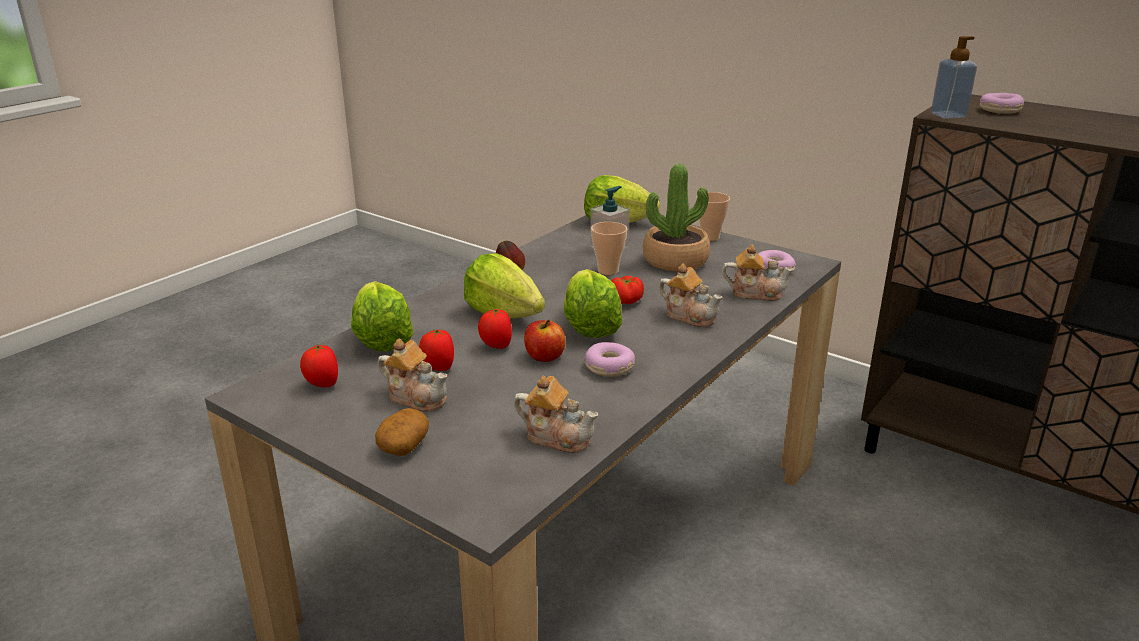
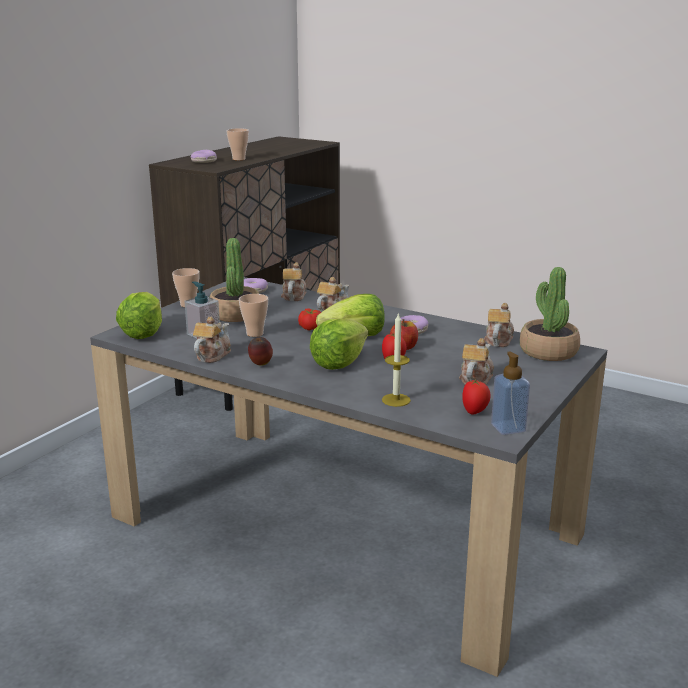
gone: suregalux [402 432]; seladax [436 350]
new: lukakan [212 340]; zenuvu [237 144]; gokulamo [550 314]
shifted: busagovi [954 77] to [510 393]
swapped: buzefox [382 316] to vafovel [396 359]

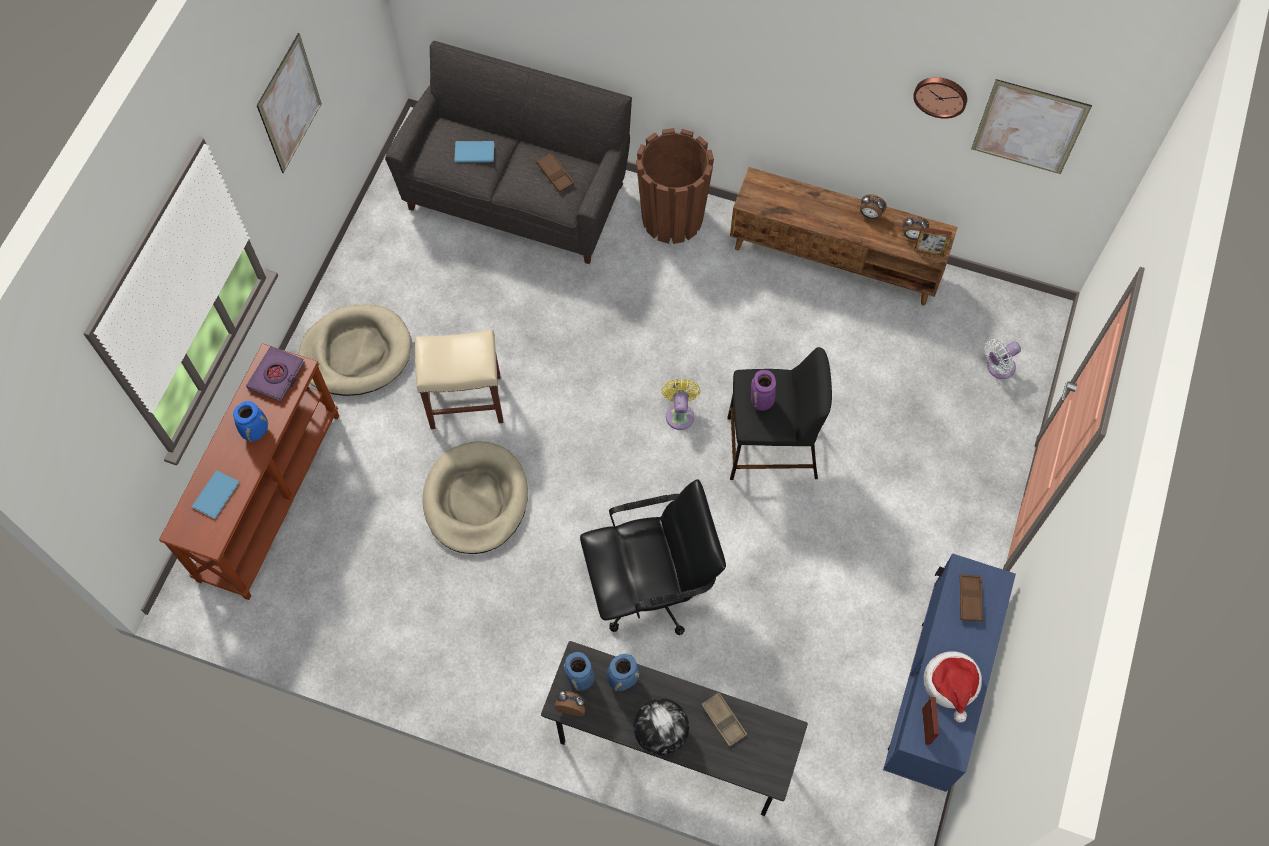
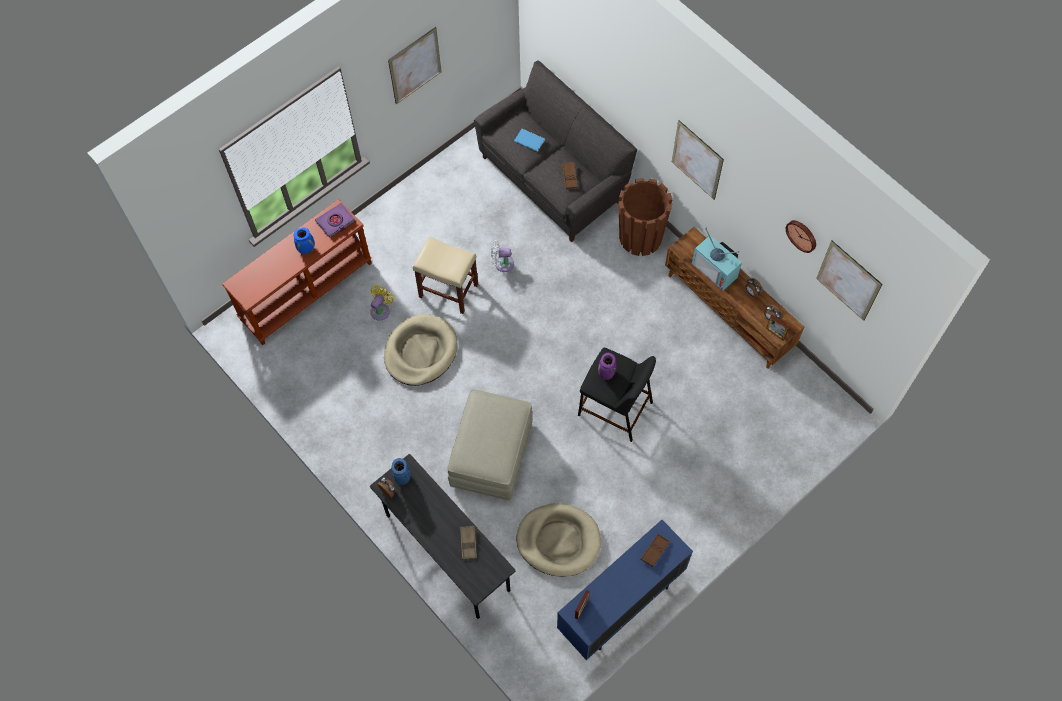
gone: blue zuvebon [215 494]; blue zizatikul [623 672]; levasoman [661 726]; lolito [953 687]
new: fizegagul [698 160]; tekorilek [717 259]
shifted: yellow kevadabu [681 404] to [382 303]; white kevadabu [1002 359] to [502 256]; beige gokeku [355 350] to [559 540]
swapped: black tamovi [653 557] to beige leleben [490 445]

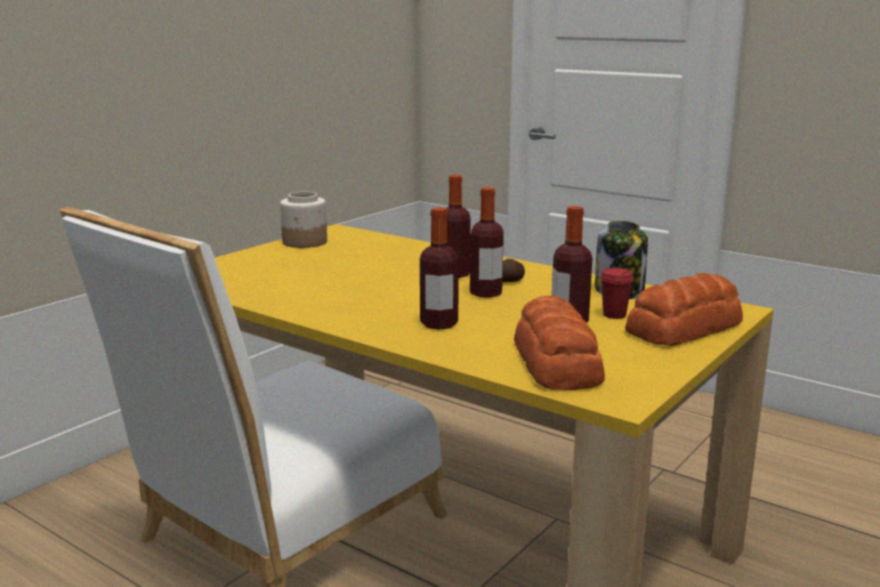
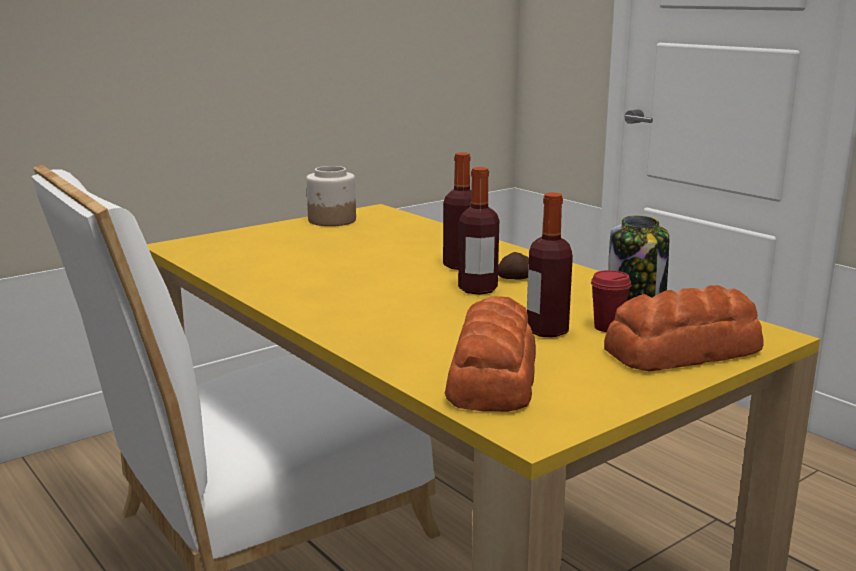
gone: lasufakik [439 268]

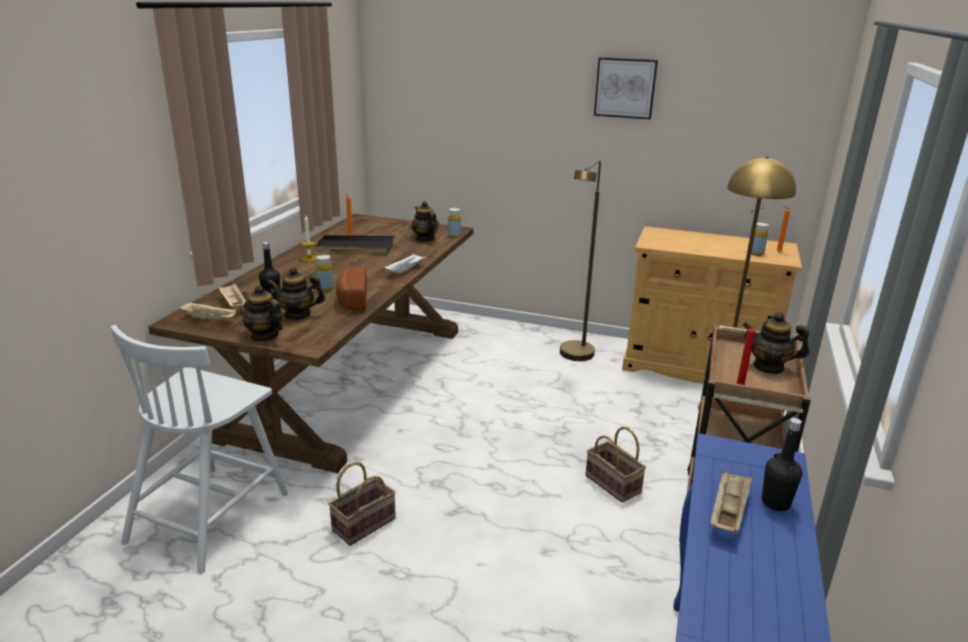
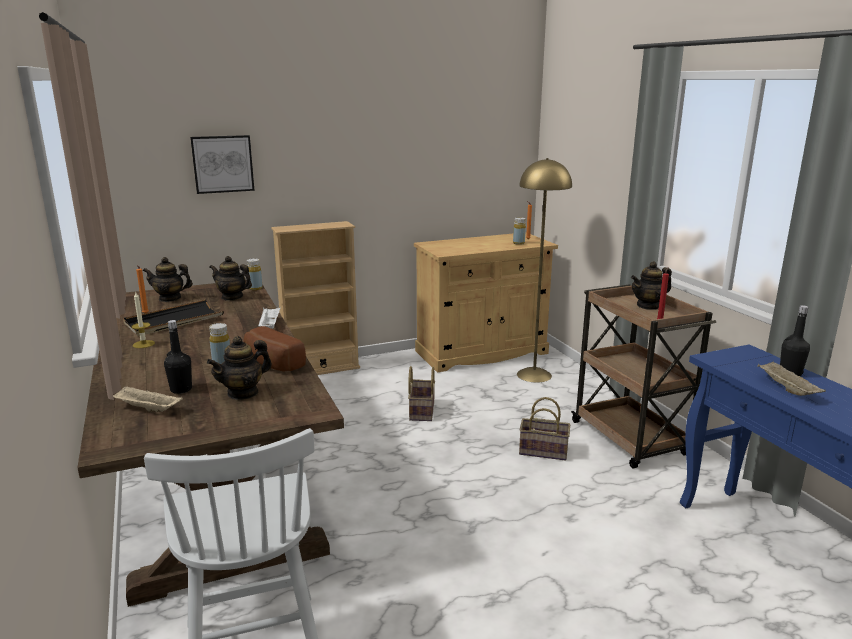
gone: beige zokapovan [208 311]; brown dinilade [580 260]
new: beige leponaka [315 298]
shifted: lukakan [262 313] to [168 279]; fizegagul [626 88] to [222 164]; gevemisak [362 504] to [421 393]

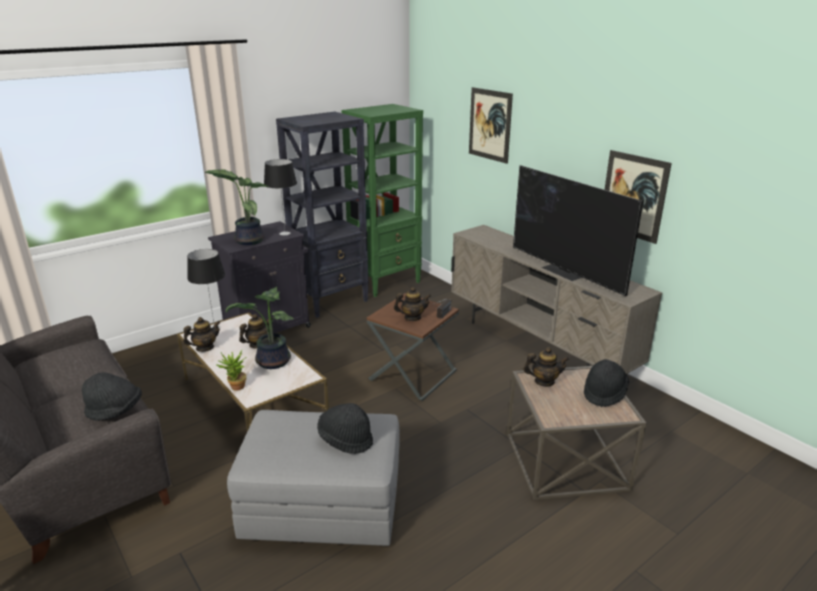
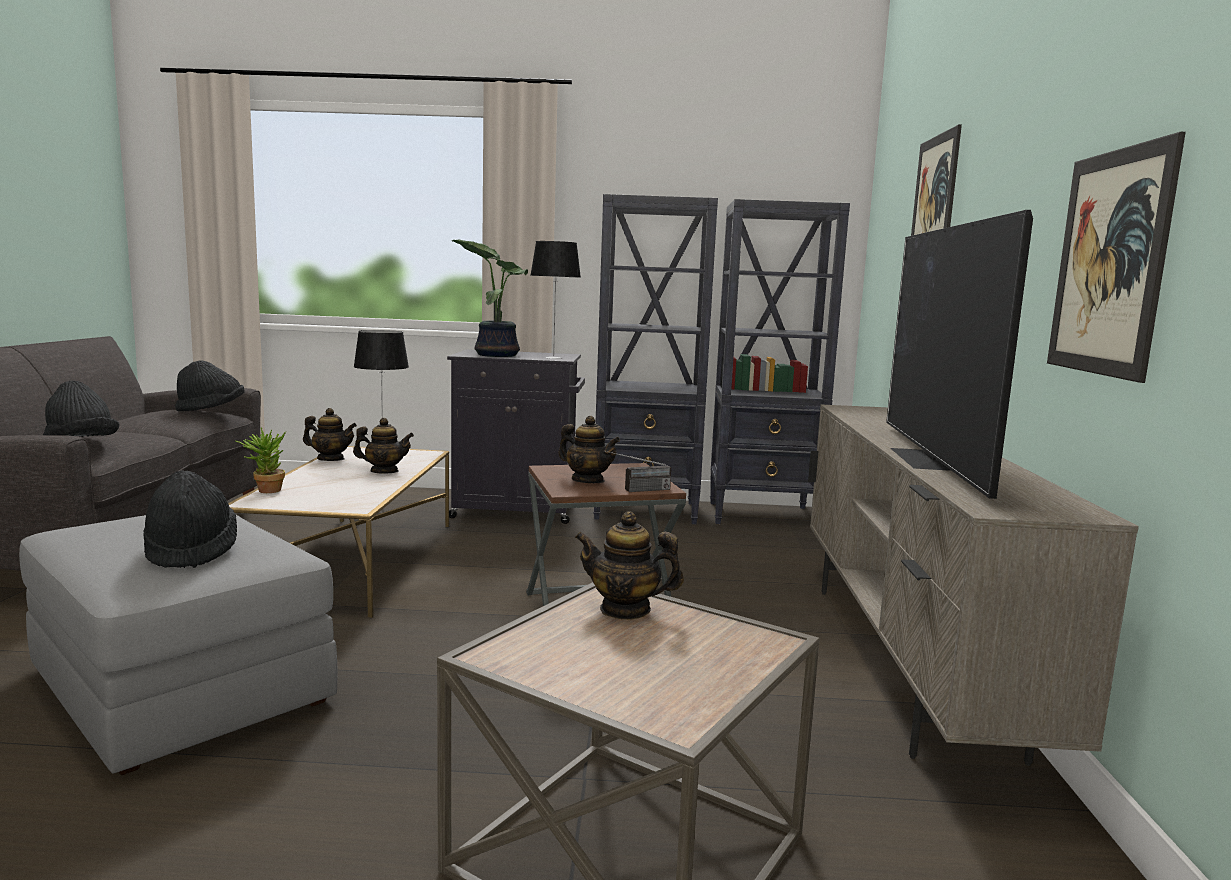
gone: gokulamo [260 328]
shifted: black lolito [606 383] to [209 385]
repainted: green leponaka [382 200] to black leponaka [780 361]
rotated: lukakan [546 367] = [629 565] 150 degrees clockwise

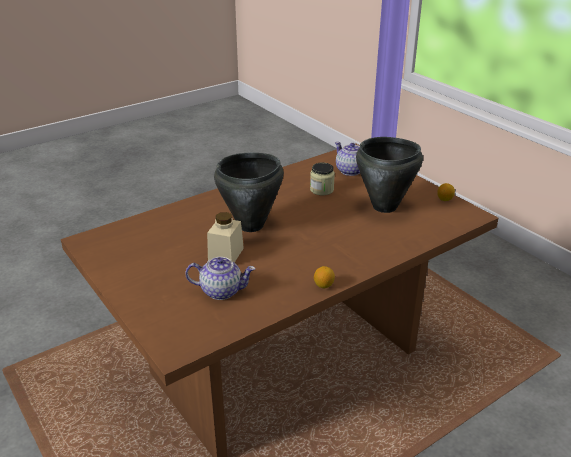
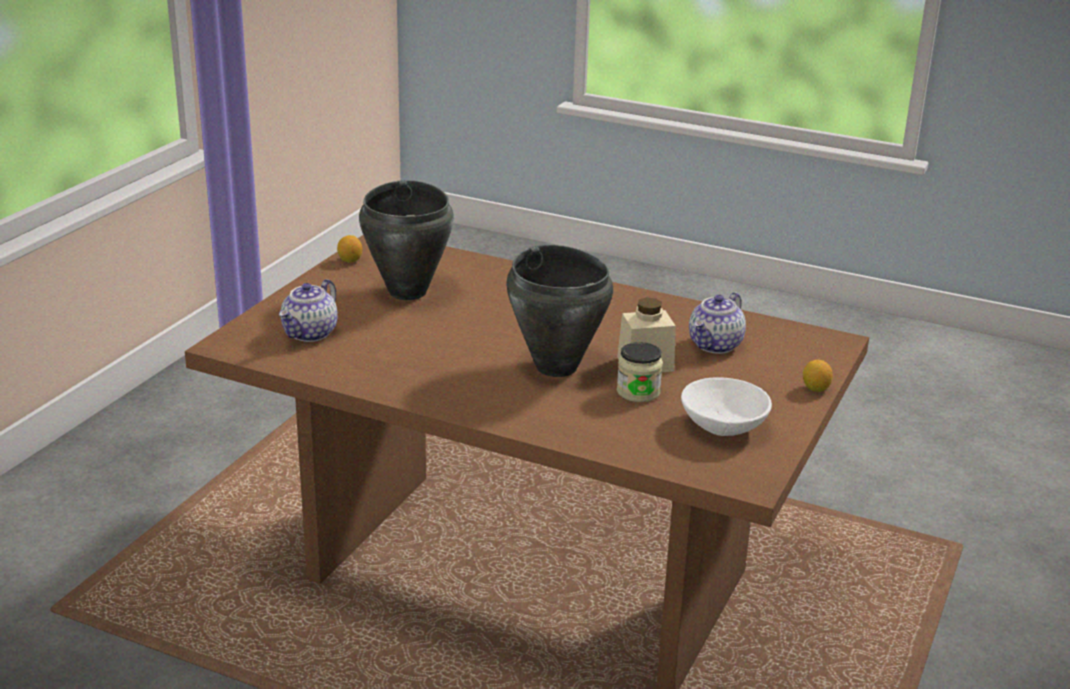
new: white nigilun [726 406]
shifted: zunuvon [322 178] to [640 372]; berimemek [324 277] to [818 376]
rotated: lukakan [220 278] = [717 323] 120 degrees counterclockwise

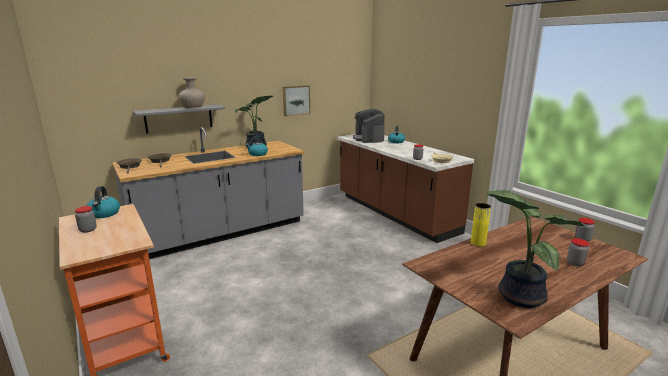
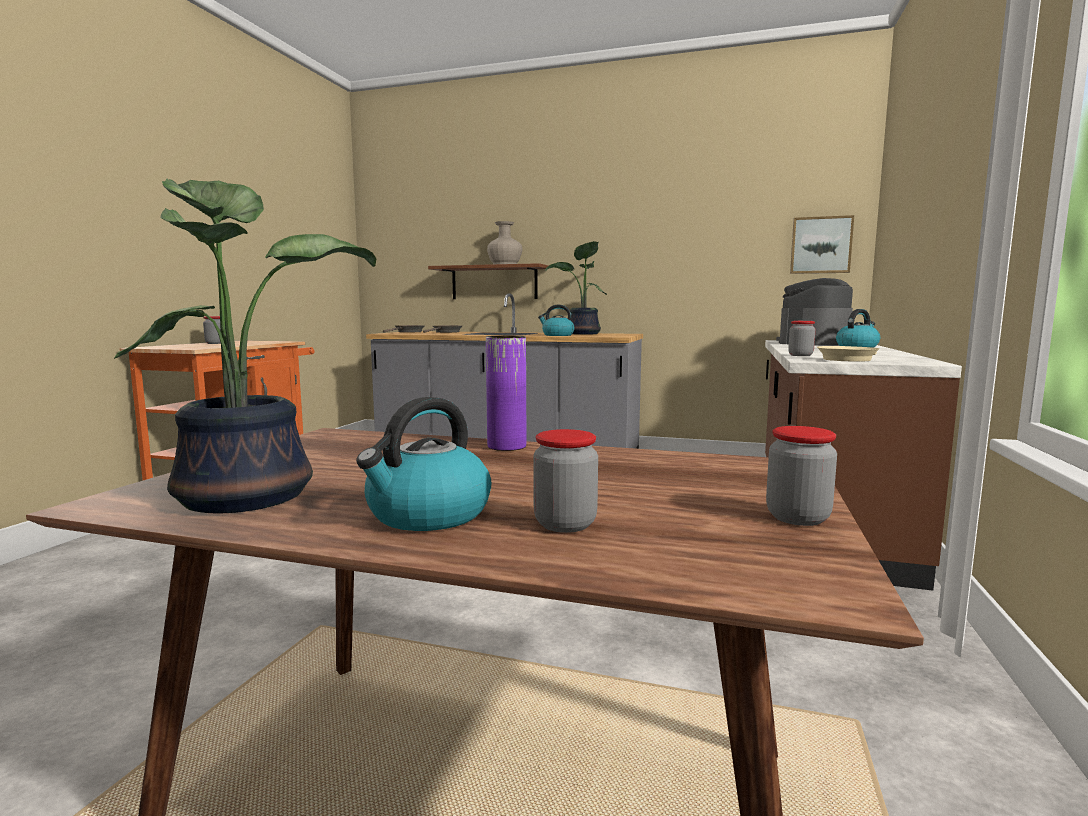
shifted: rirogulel [103 202] to [423 464]; fizegagul [296 101] to [822 244]
repainted: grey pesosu [179 119] to brown pesosu [488 281]; yellow zizatikul [481 225] to purple zizatikul [506 393]

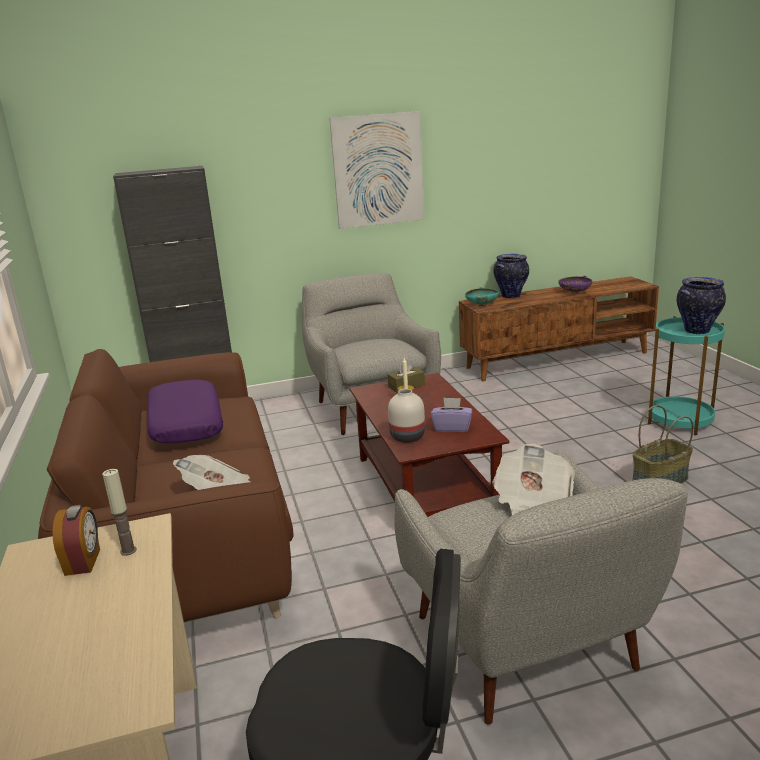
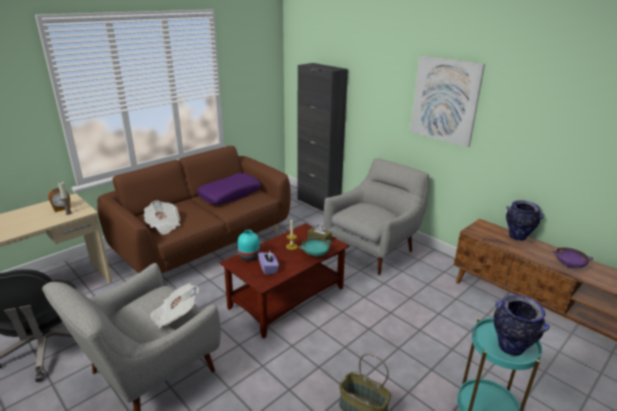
shifted: turquoise nigilun [482 296] to [315 247]
repainted: white zizatikul [406 416] to turquoise zizatikul [249 246]

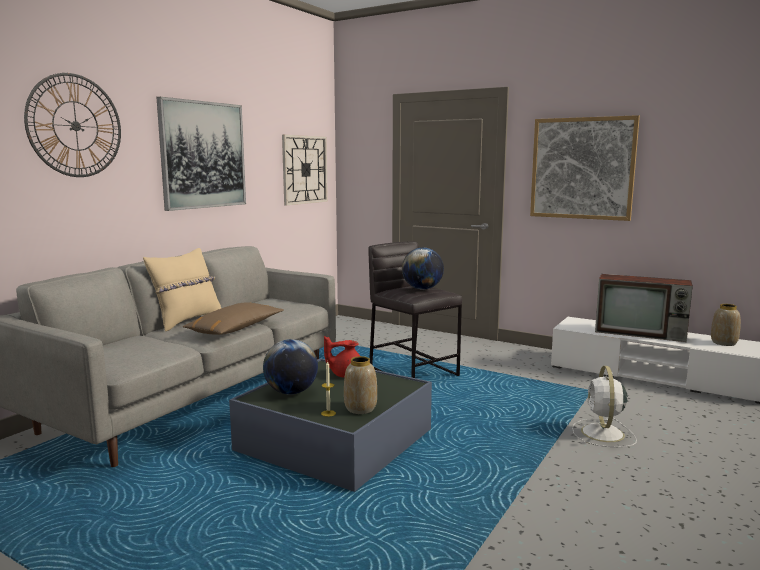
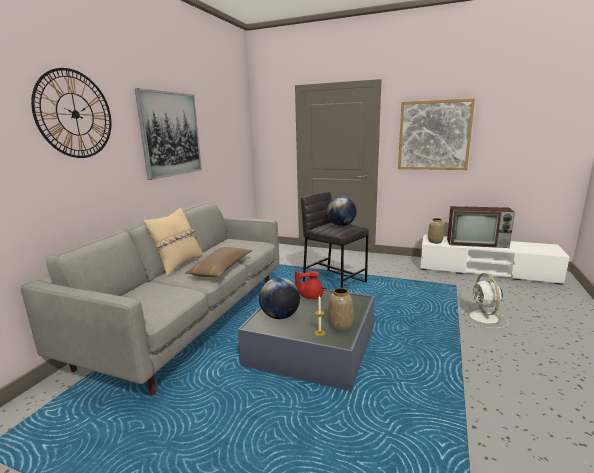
gone: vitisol [305 170]
shifted: zizatikul [726 325] to [436 230]

